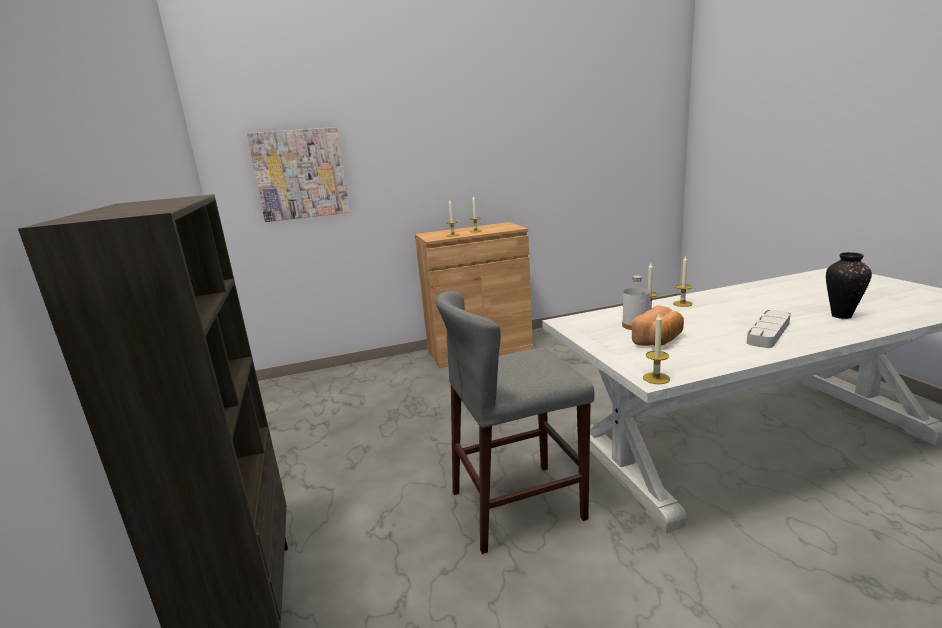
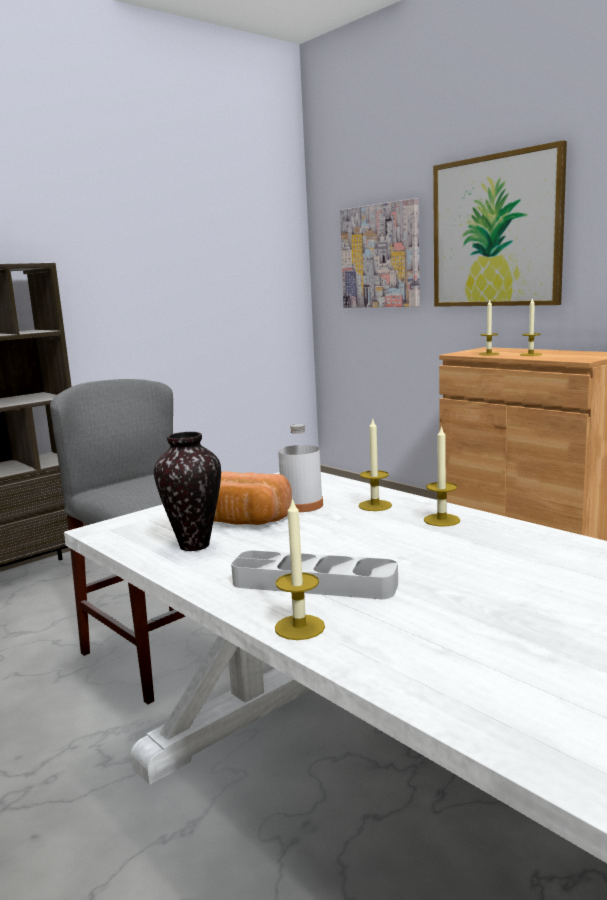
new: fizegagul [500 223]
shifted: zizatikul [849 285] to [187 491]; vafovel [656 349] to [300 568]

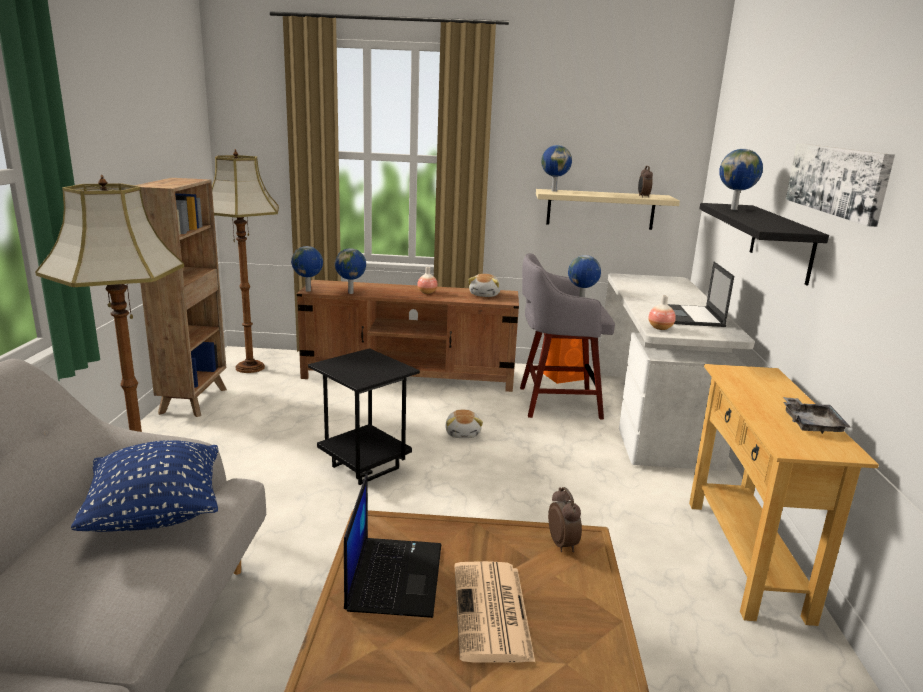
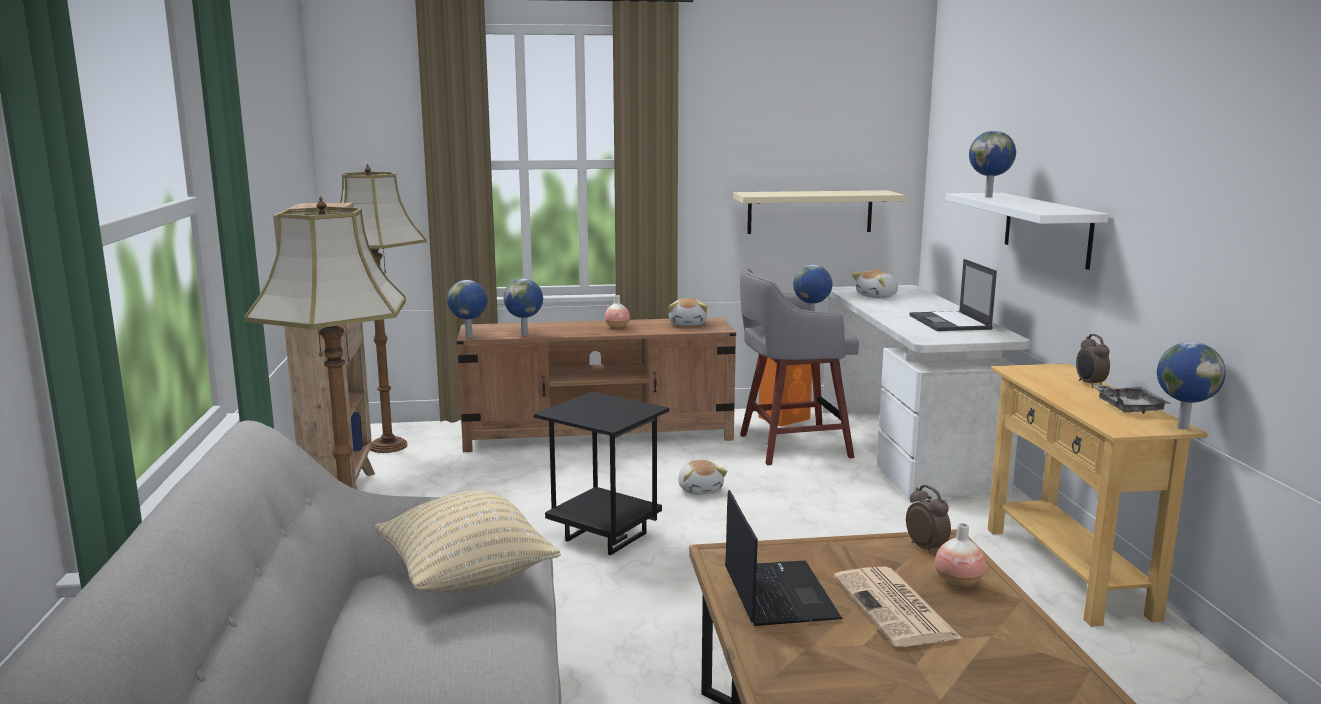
gone: fizegagul [840 185]
new: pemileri [875 284]
shifted: zizatikul [662 312] to [960 555]; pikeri [645 182] to [1093 361]; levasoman [556 168] to [1191 386]
repainted: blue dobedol [145 486] to beige dobedol [468 541]; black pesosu [764 244] to white pesosu [1026 231]

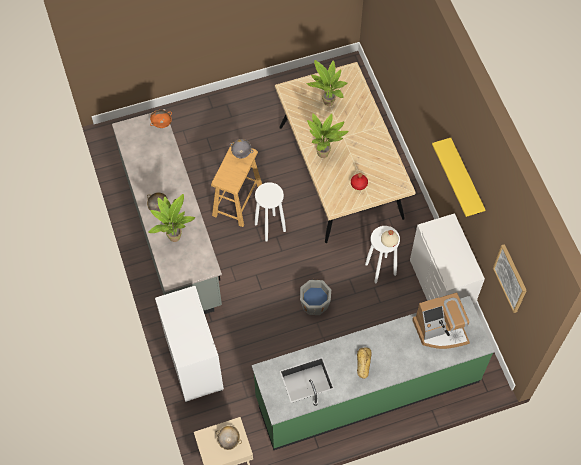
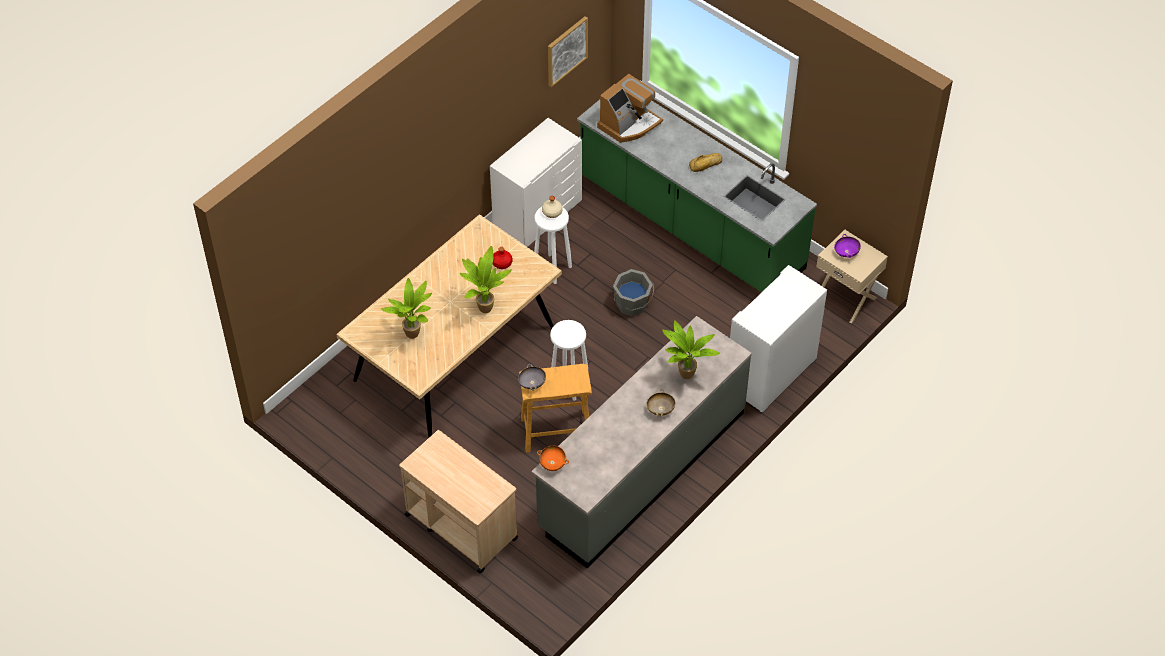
gone: yellow pesosu [458 177]
new: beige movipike [458 501]
repainted: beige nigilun [229 438] to purple nigilun [847 246]
rotated: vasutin [441 321] = [630 108] 90 degrees clockwise

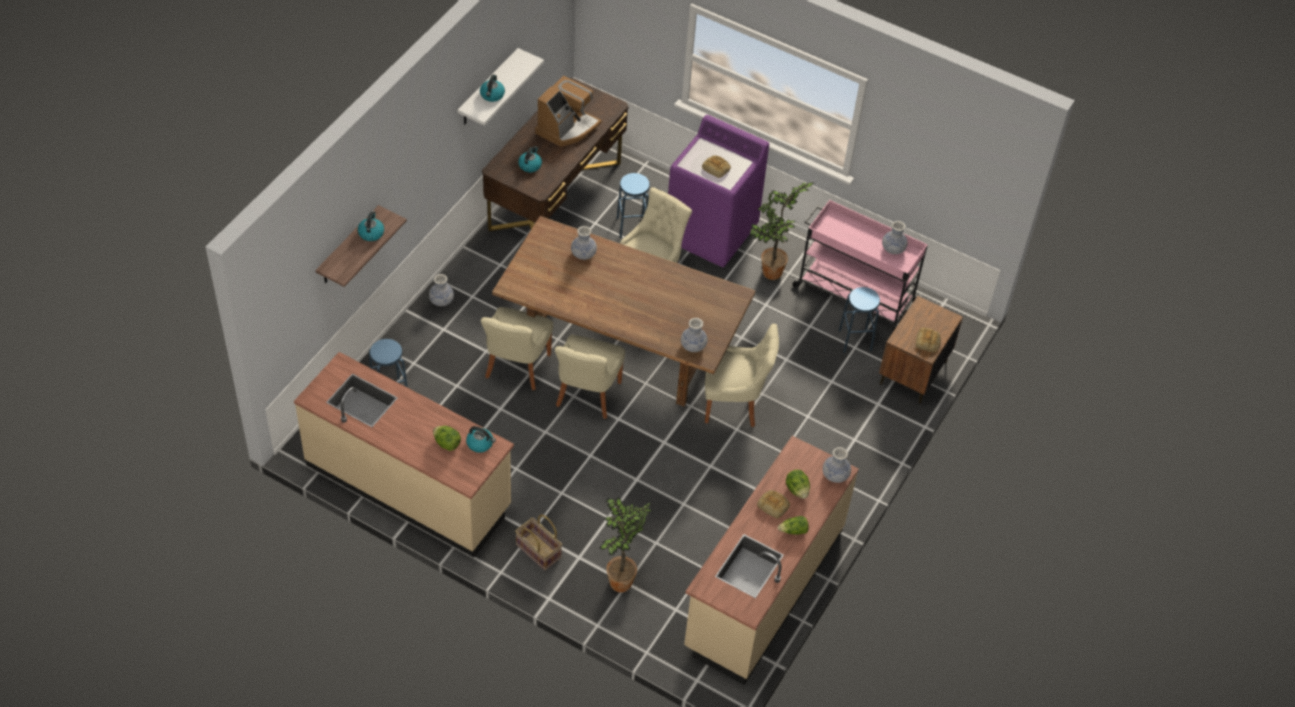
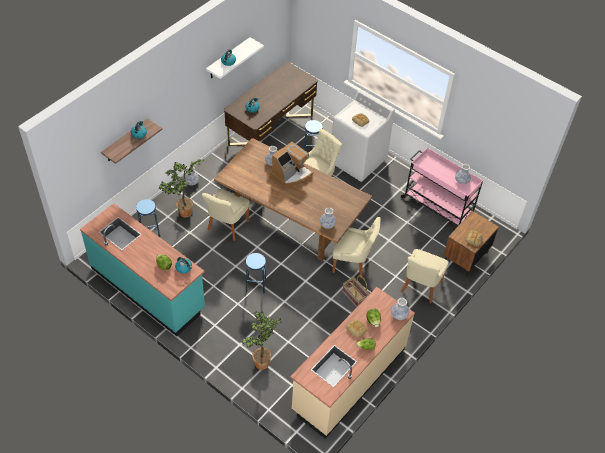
shifted: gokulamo [781 231] to [181 188]; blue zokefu [859 320] to [256 273]; vasutin [568 111] to [292 164]; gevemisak [538 542] to [355 291]; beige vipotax [590 377] to [425 276]
repainted: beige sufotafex [404 454] to turquoise sufotafex [142 269]; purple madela [718 191] to white madela [363 135]

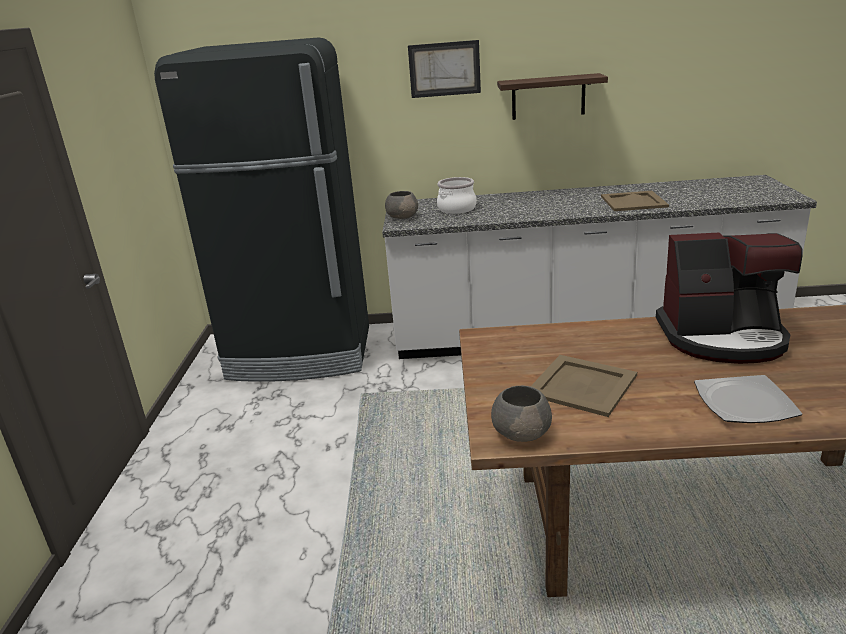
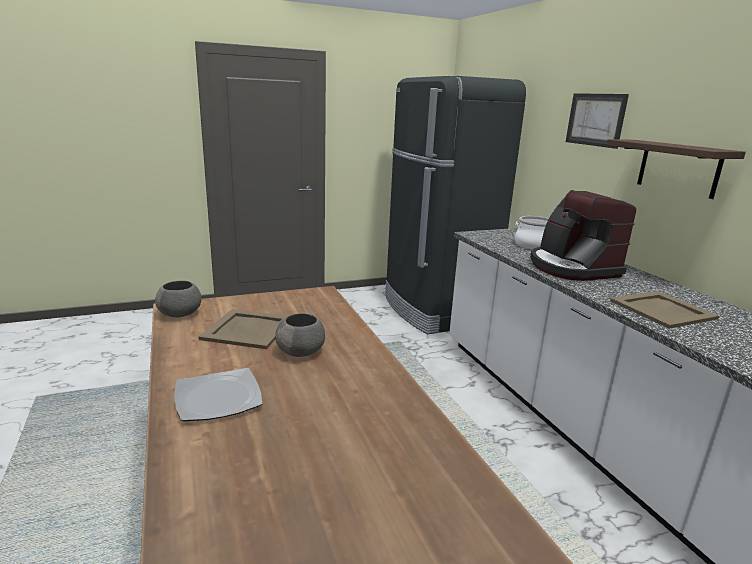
shifted: grey nigilun [401 205] to [300 335]; vasutin [729 298] to [583 235]

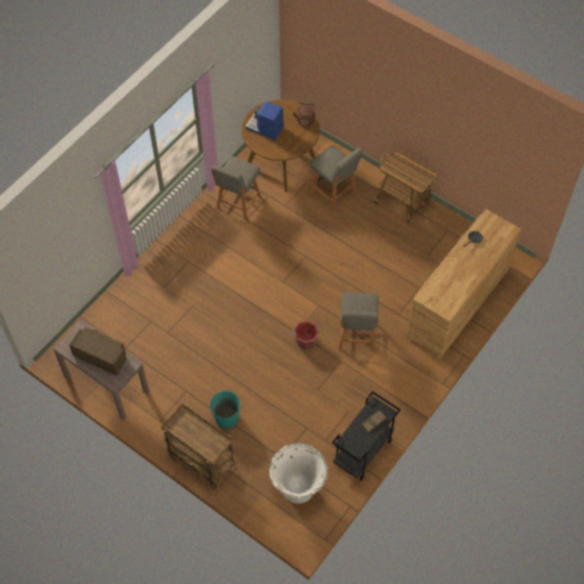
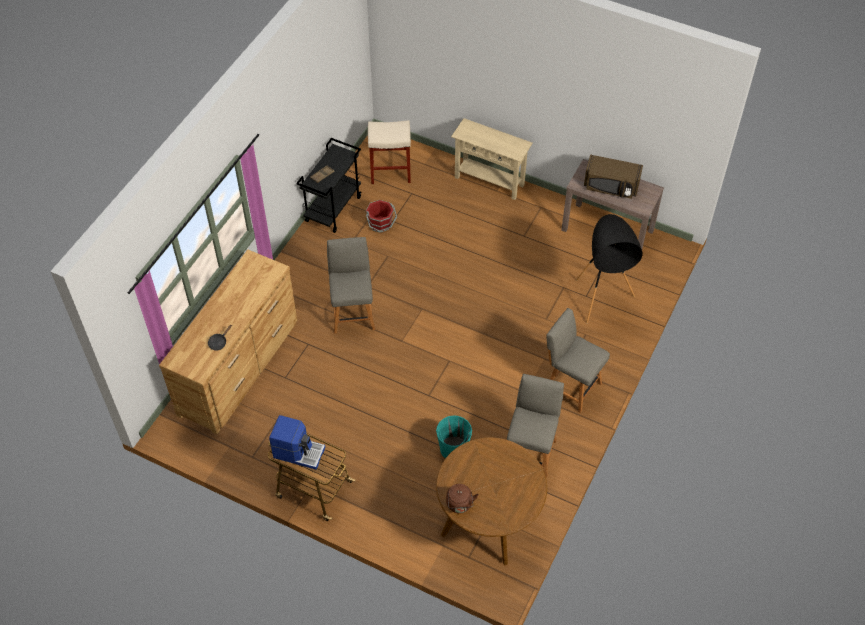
new: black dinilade [609 268]
shifted: vasutin [264 120] to [297 442]; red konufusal [305 335] to [381 216]; turquoise konufusal [225 409] to [454 436]; grey vipotax [336 178] to [578 360]
swapped: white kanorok [298 473] to beige zokefu [389 152]; brown movipike [198 446] to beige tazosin [492 159]

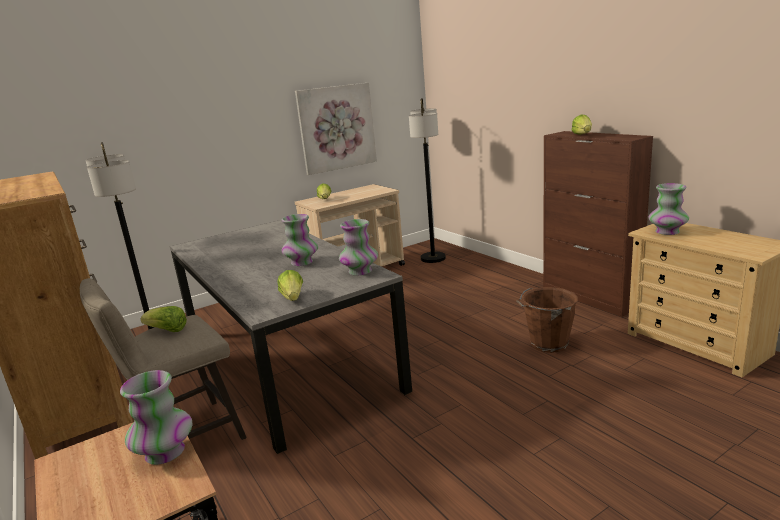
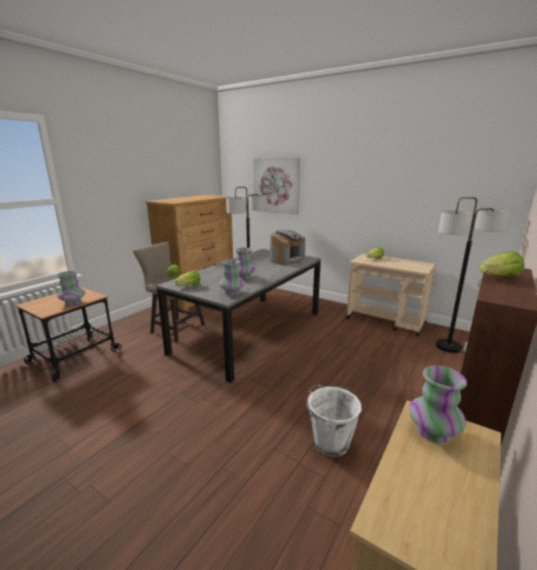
new: vasutin [287 247]
shifted: fizegagul [336 129] to [276 186]
repainted: brown konufusal [547 320] to white konufusal [334 421]

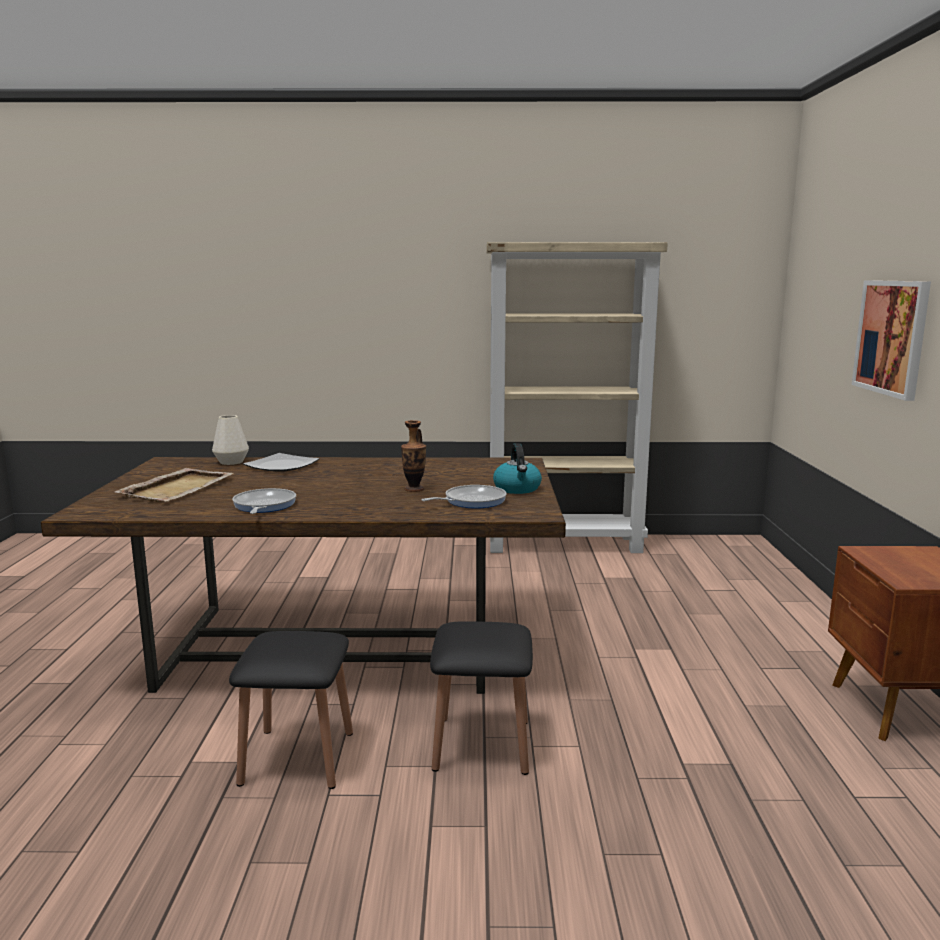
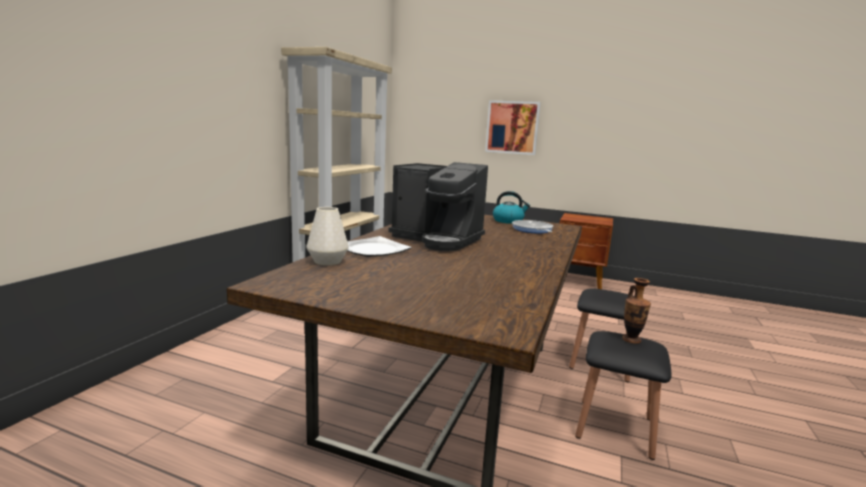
gone: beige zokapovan [174 485]; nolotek [264 501]
new: vasutin [438 206]
shifted: zizatikul [413 456] to [636 311]

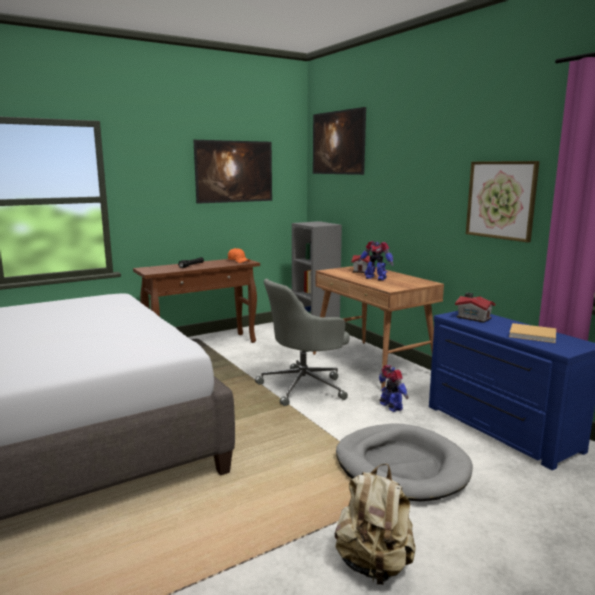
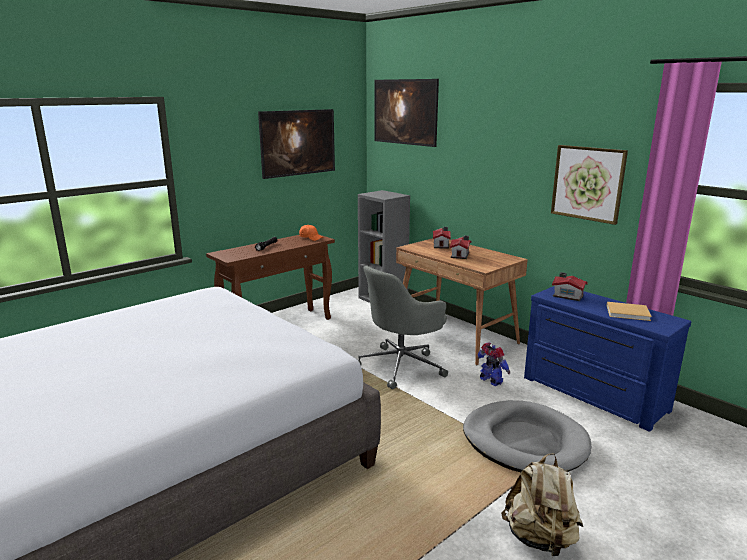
swapped: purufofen [376 261] to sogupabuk [460 247]

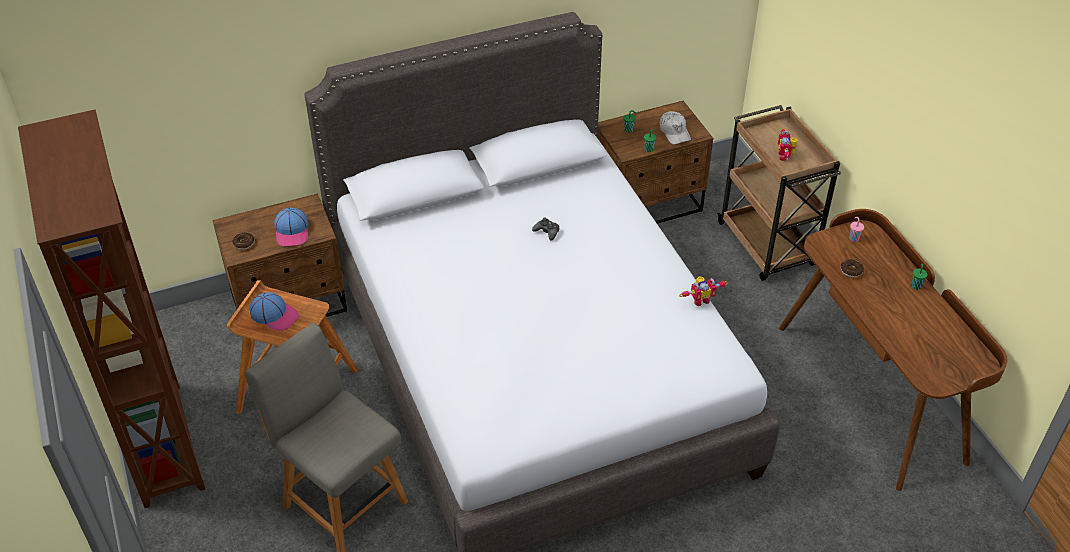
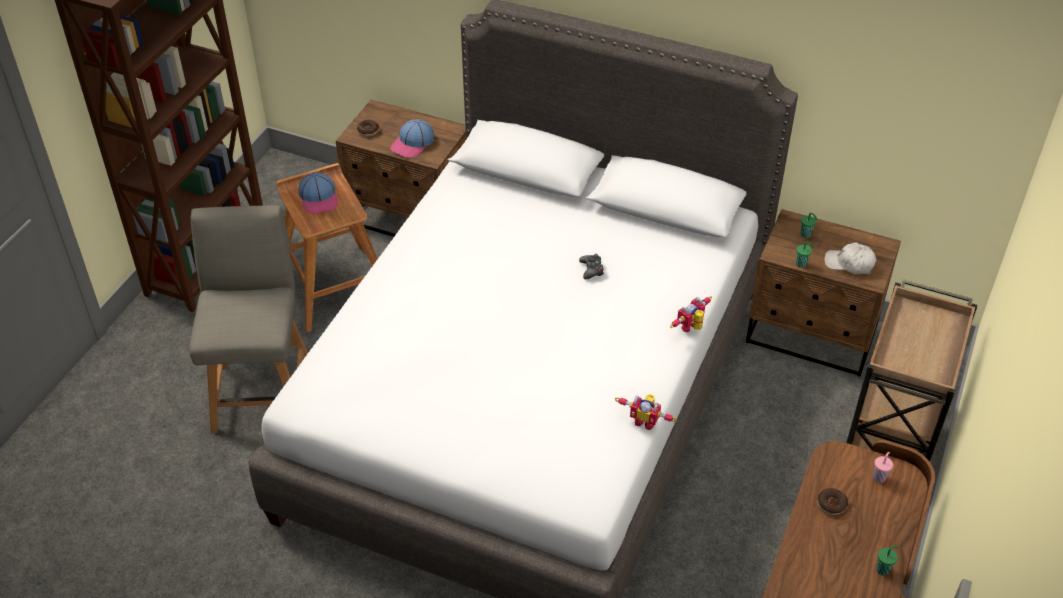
shifted: purufofen [788 144] to [691 314]
rotated: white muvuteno [675 127] = [850 258] 90 degrees clockwise

